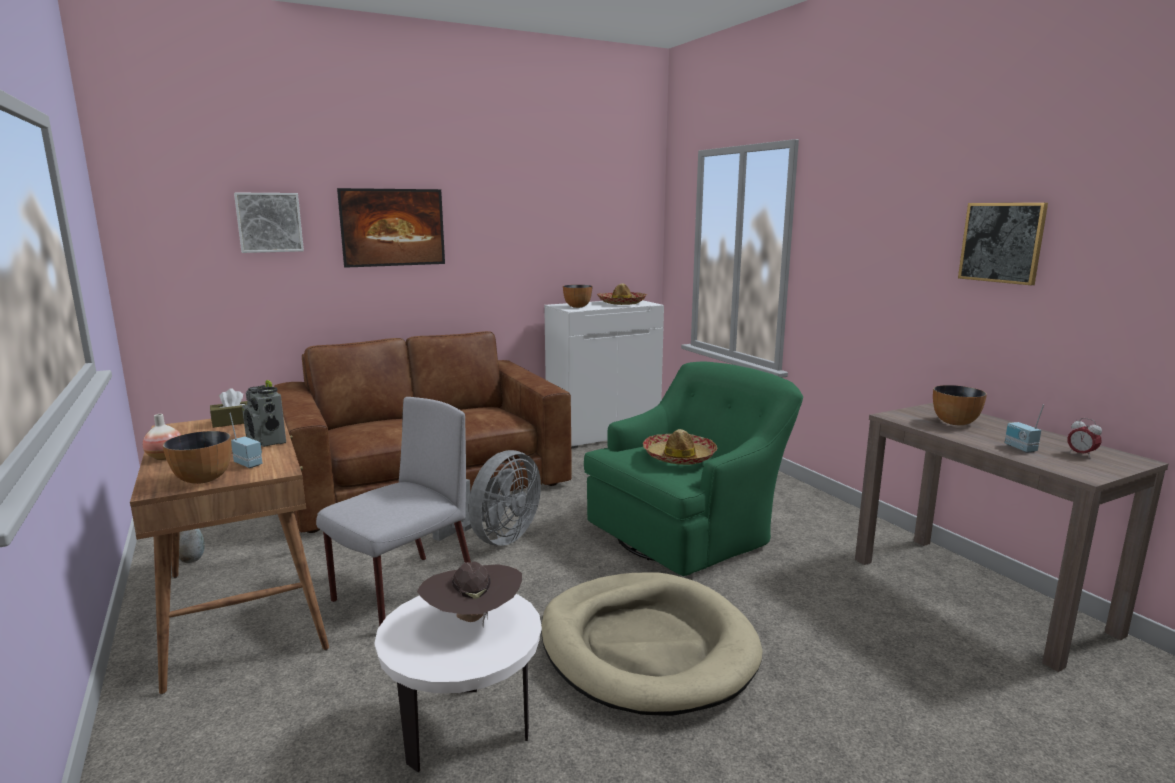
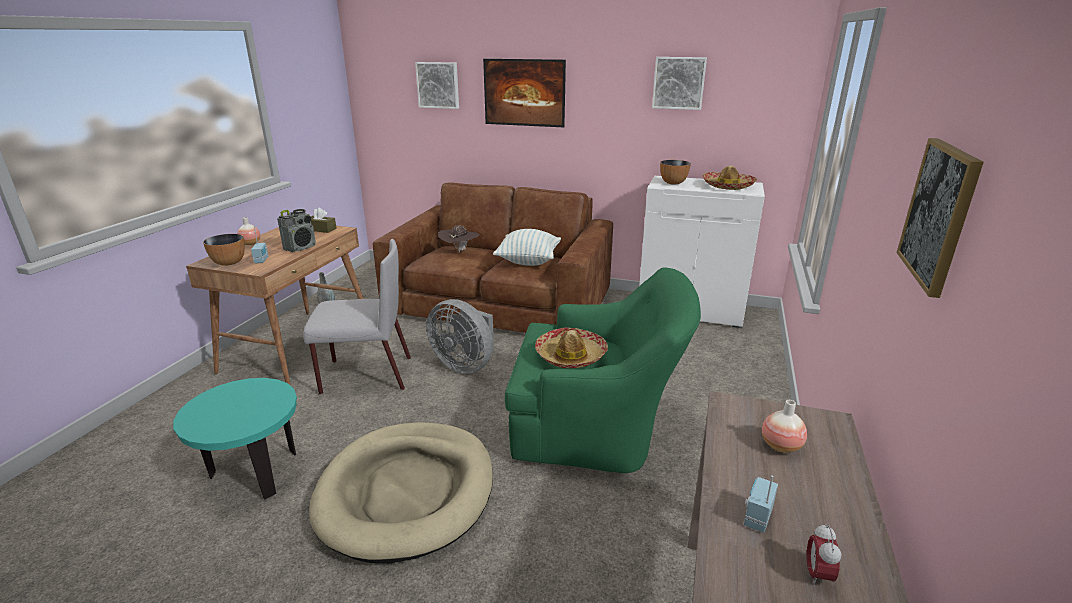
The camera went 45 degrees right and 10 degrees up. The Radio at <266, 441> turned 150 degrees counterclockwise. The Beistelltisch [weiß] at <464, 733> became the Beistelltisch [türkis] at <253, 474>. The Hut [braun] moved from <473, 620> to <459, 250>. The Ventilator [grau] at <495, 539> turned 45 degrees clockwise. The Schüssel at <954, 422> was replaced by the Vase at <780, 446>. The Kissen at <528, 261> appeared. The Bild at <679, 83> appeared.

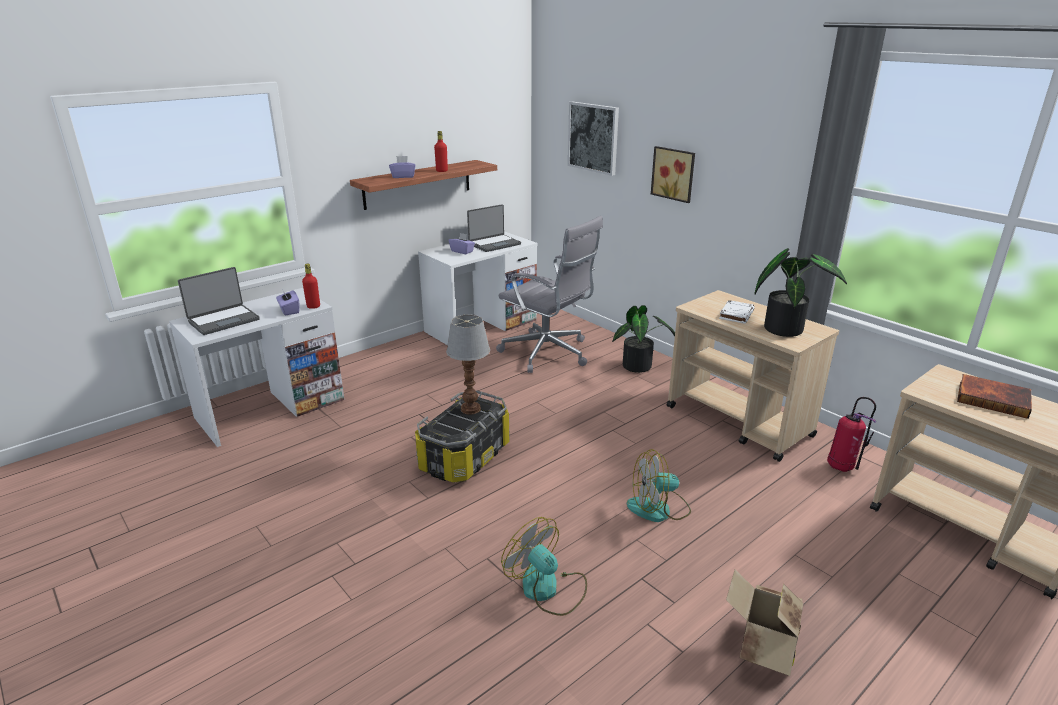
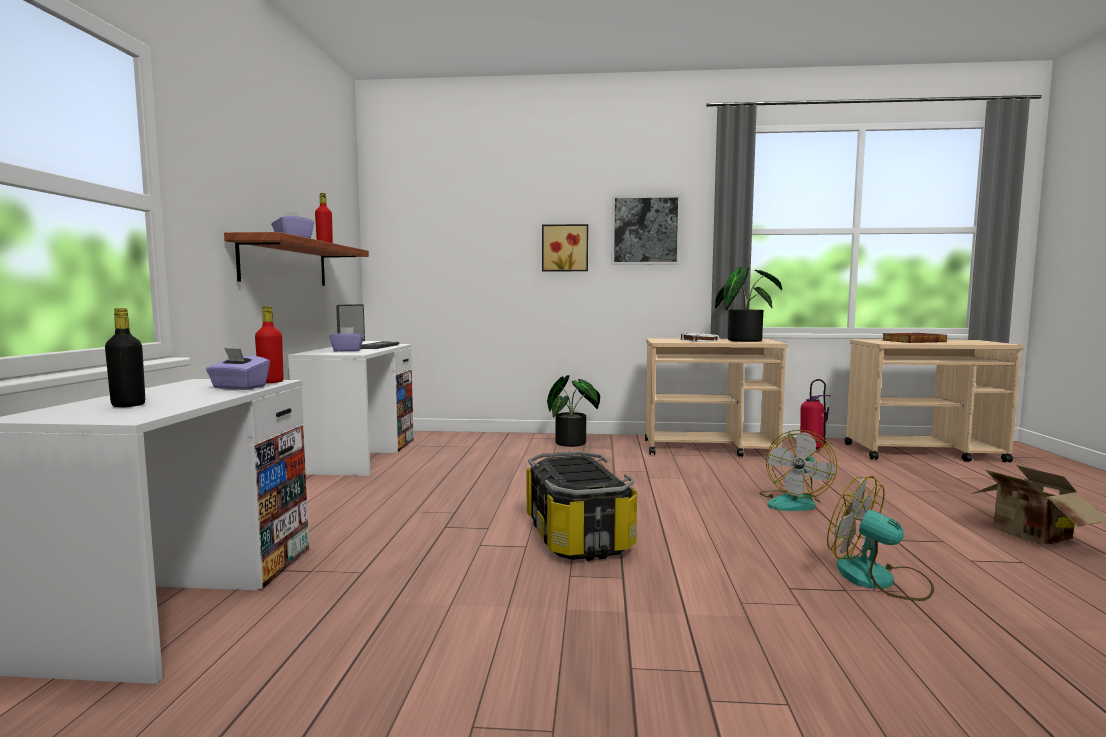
The camera went 45 degrees left and 20 degrees down. The Laptop at <223, 320> was replaced by the Flasche [schwarz] at <128, 405>. The Tischlampe at <471, 409> disappeared. The Bürostuhl [grau] at <548, 353> disappeared. The Ventilator at <547, 589> turned 45 degrees clockwise. The Bild moved from <593, 137> to <645, 230>.

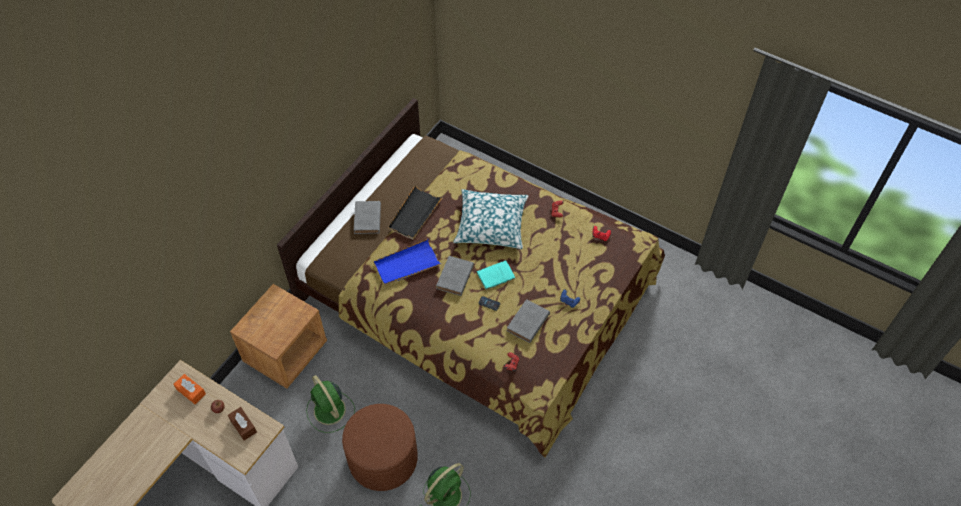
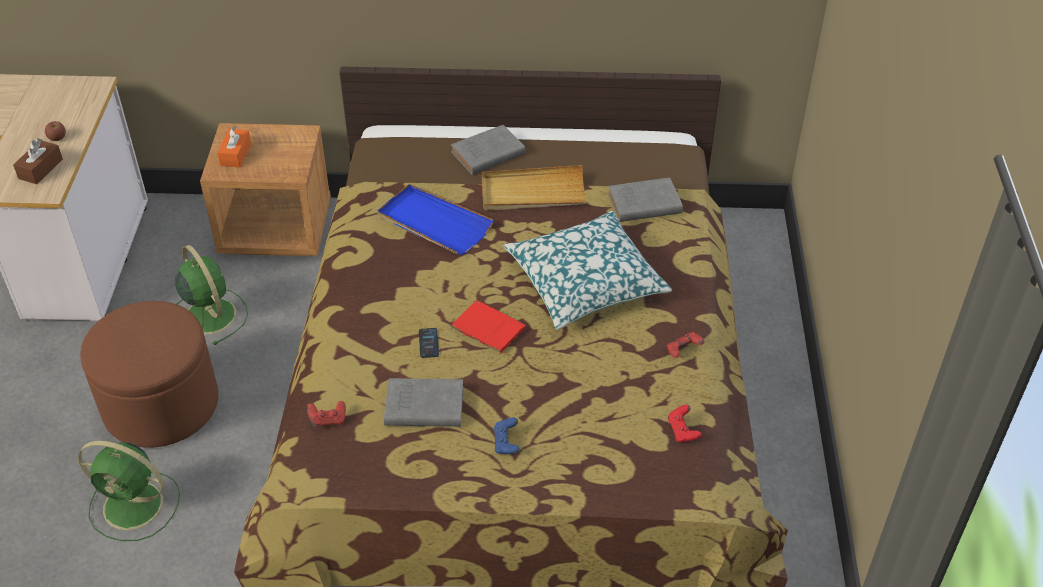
The camera went 60 degrees right and 10 degrees down. The Taschentuchbox [orange] moved from <191, 391> to <235, 154>. The Ventilator [grün] at <330, 411> turned 120 degrees clockwise. The Tablett [schwarz] at <415, 214> became the Tablett [beige] at <533, 192>. The Buch [grau] moved from <454, 278> to <642, 204>. The Buch [türkis] at <495, 276> became the Buch [rot] at <486, 328>.

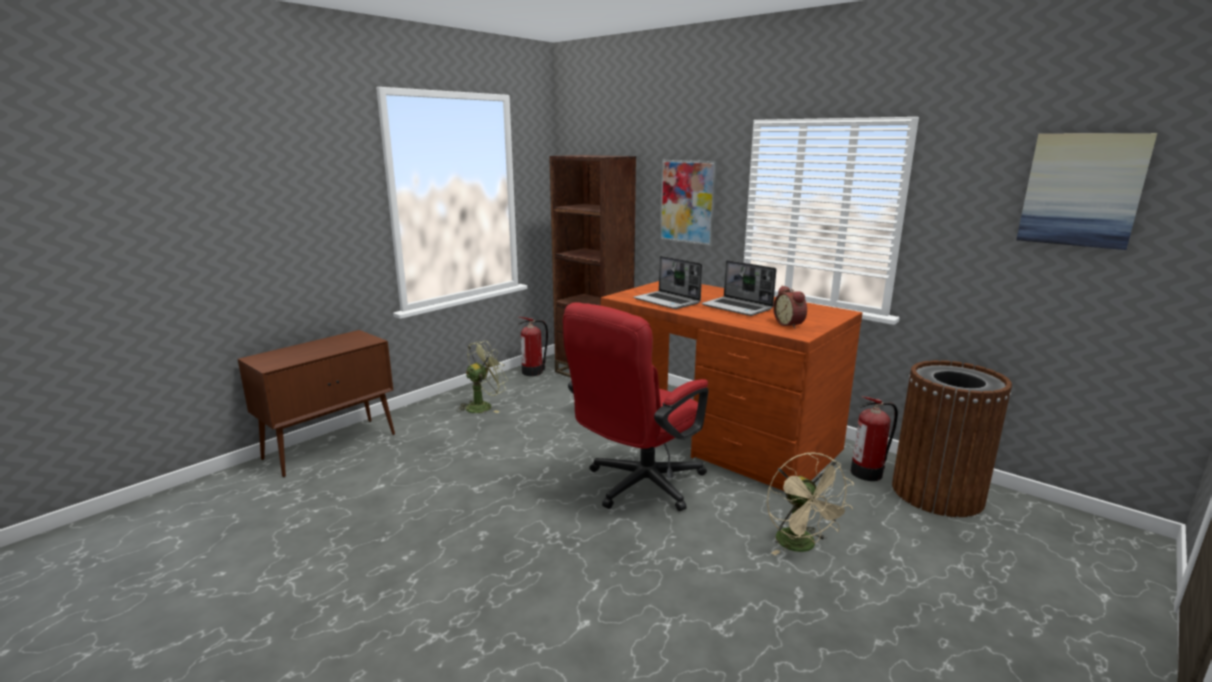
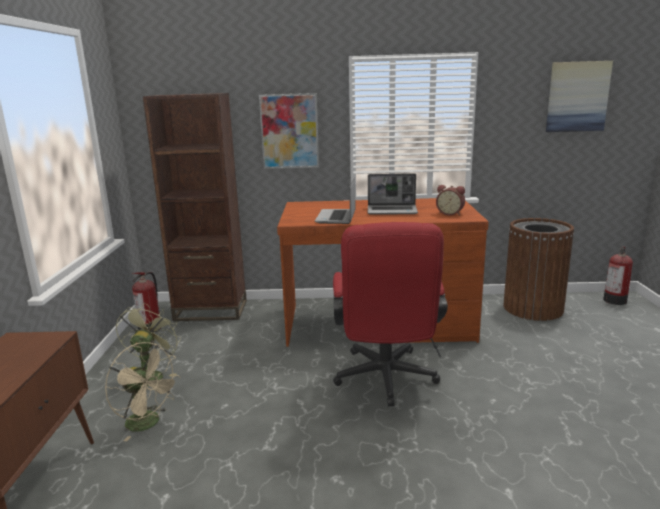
The camera went 40 degrees left and 0 degrees up. The Laptop at <667, 301> turned 90 degrees clockwise. The Ventilator [beige] moved from <801, 546> to <148, 424>. The Feuerlöscher moved from <868, 473> to <615, 300>.

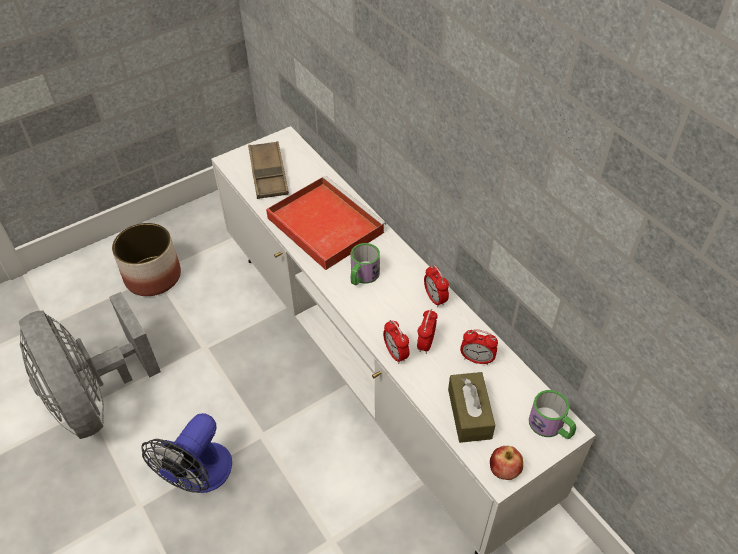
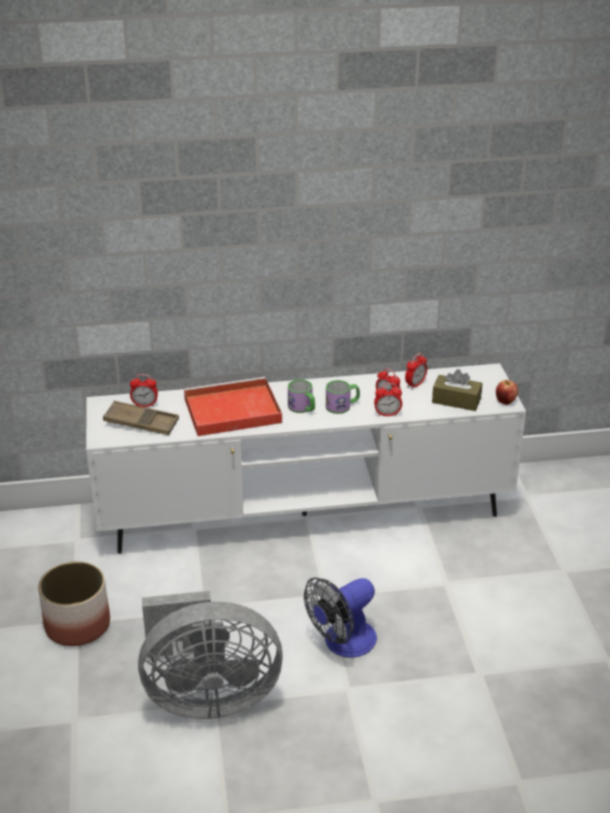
The camera went 65 degrees left and 15 degrees down. The Ventilator at <199, 476> turned 90 degrees clockwise. The Wecker moved from <435, 298> to <145, 405>. The Henkelbecher moved from <550, 426> to <342, 406>.

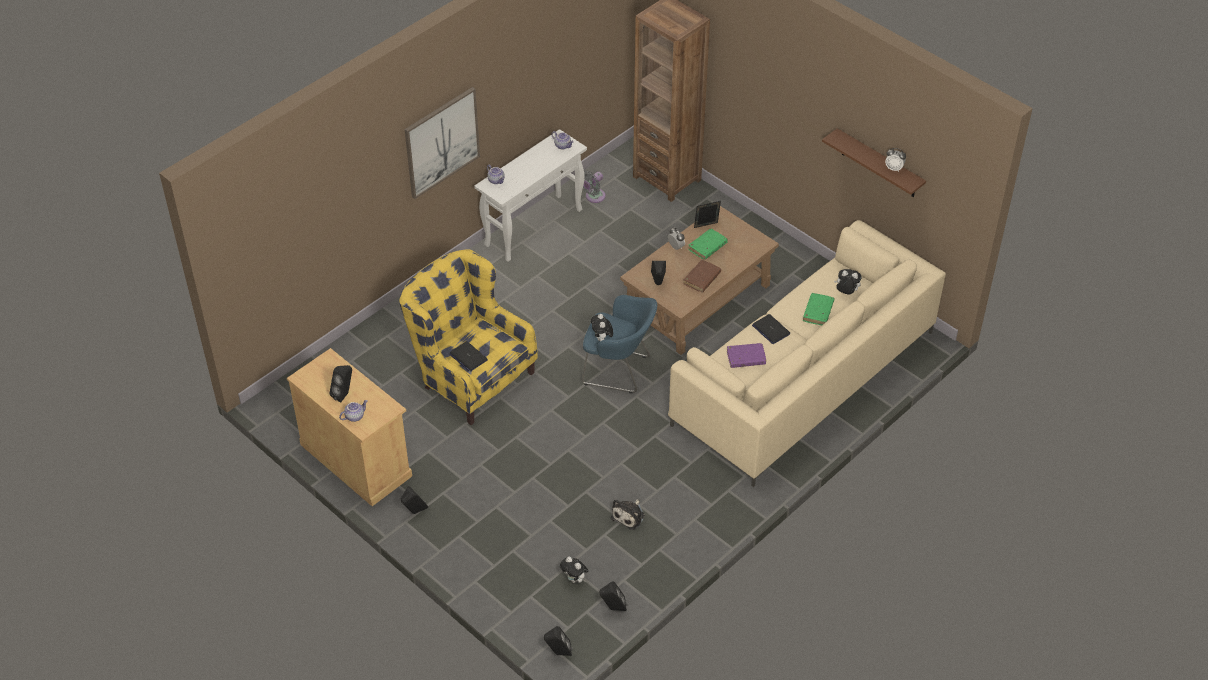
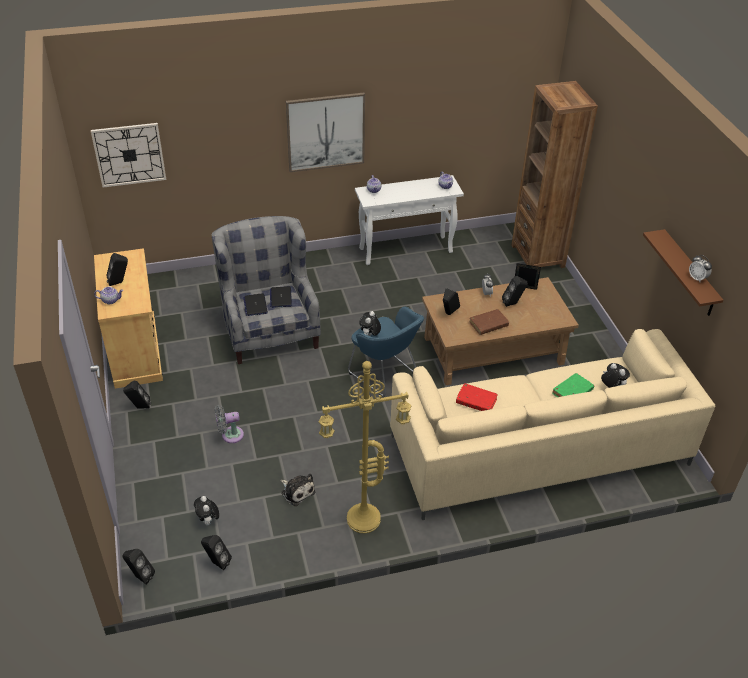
The camera went 30 degrees right and 5 degrees down. The Sessel [gelb] at <470, 375> became the Sessel [grau] at <269, 329>. The Ventilator [grau] moved from <593, 197> to <230, 435>. The Plüschtier at <629, 515> turned 105 degrees counterclockwise. The Buch [grün] at <707, 247> was replaced by the Lautsprecher [schwarz] at <513, 303>. The Buch [lila] at <746, 358> became the Buch [rot] at <476, 401>. The Laptop moved from <771, 330> to <280, 297>. The Wanduhr at <129, 154> appeared. The Stehlampe [gelb] at <362, 521> appeared.

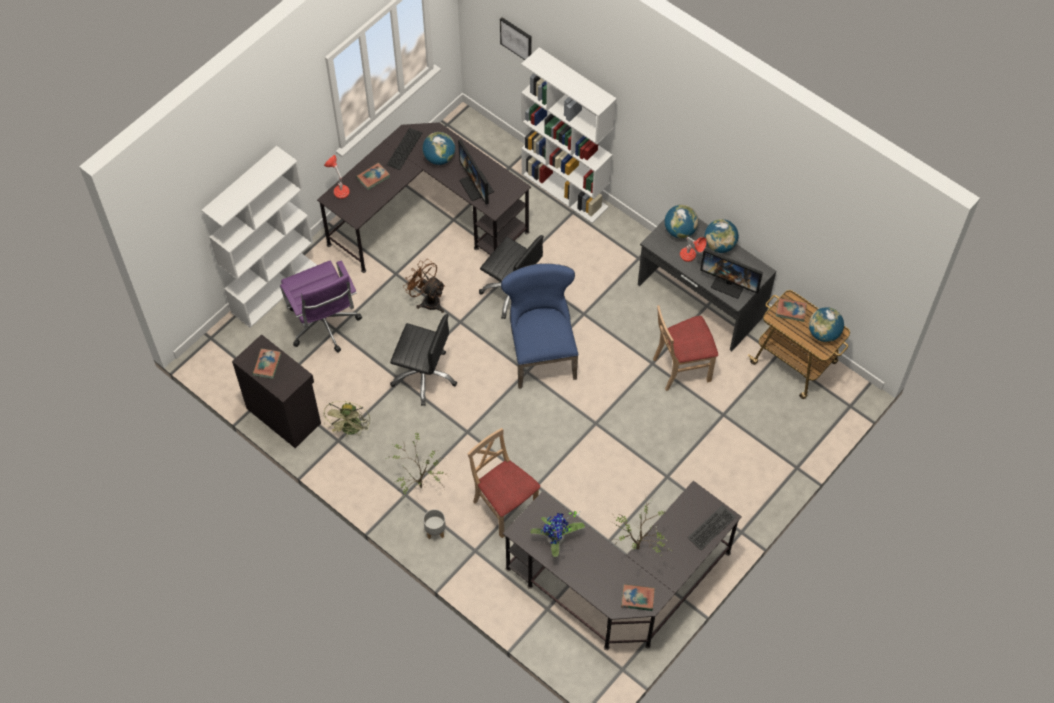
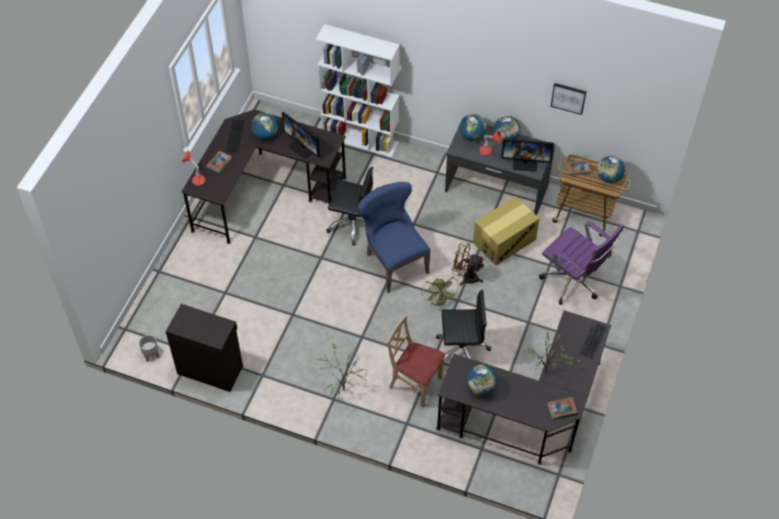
The camera went 20 degrees left and 5 degrees down. The Bücherregal [weiß] at <274, 288> disappeared. The Buch at <267, 364> disappeared. The Bürostuhl [lila] moved from <325, 326> to <573, 283>. The Ventilator [grün] moved from <351, 430> to <440, 302>. The Bürostuhl [schwarz] moved from <424, 375> to <461, 350>. The Ventilator [braun] moved from <427, 300> to <466, 277>. The Pflanzkübel [grau] moved from <435, 531> to <151, 354>. The Bild moved from <516, 39> to <568, 98>. The Topfpflanze at <556, 541> was replaced by the Globus at <481, 387>. The Stuhl [beige] at <681, 368> was replaced by the Karton at <504, 241>.

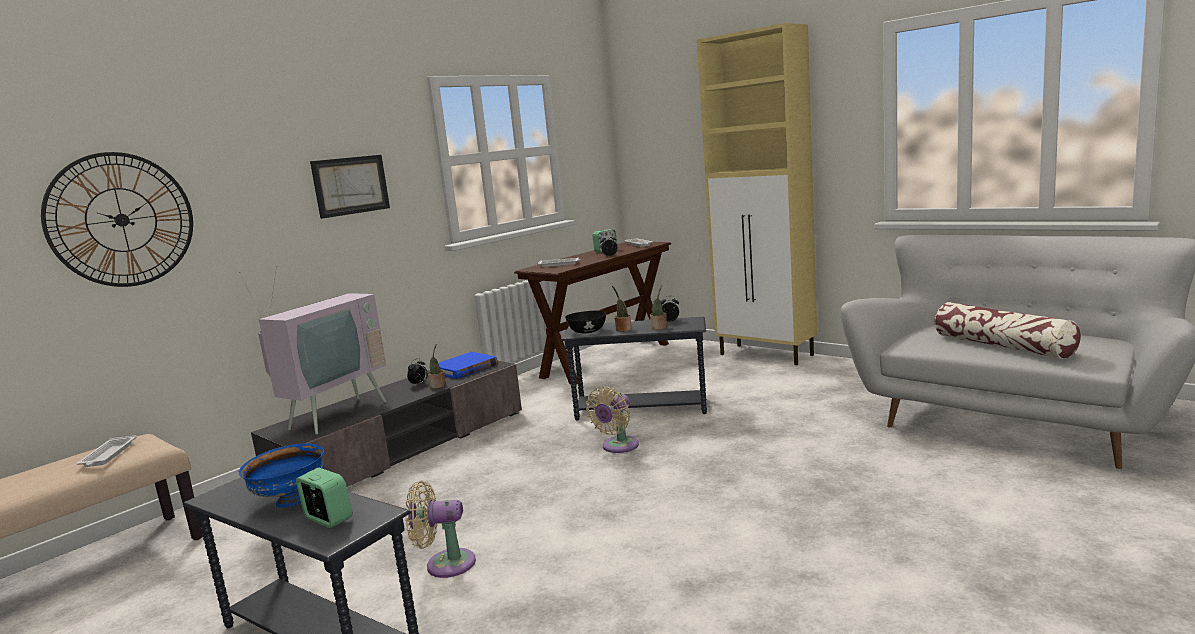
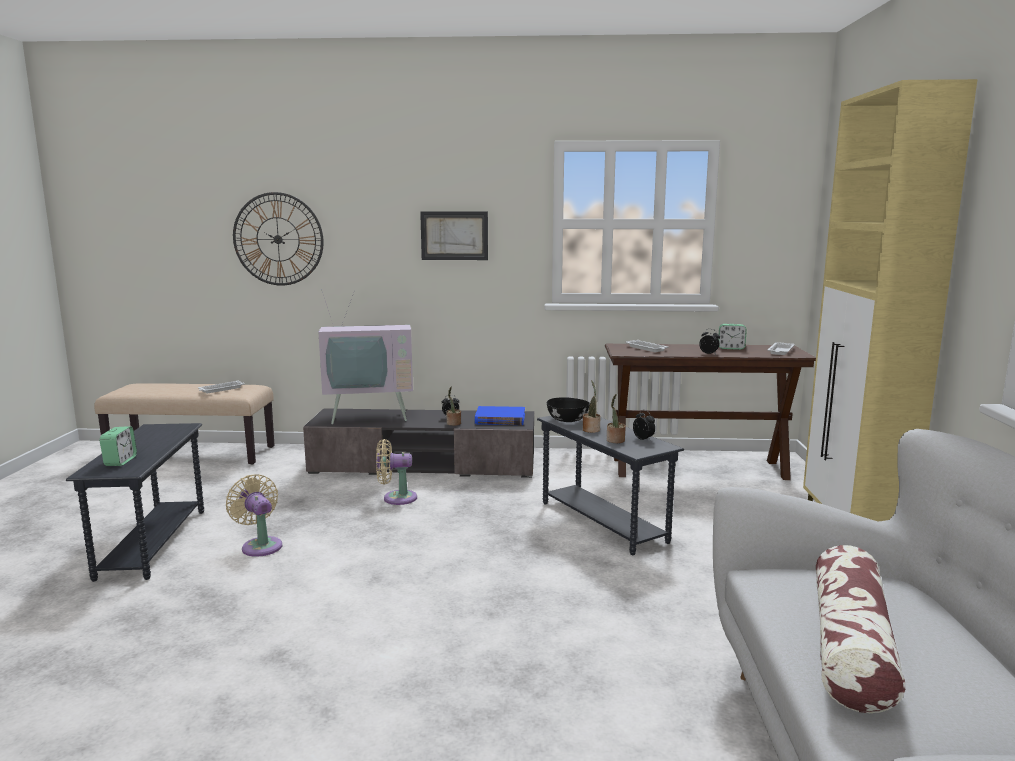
The camera went 50 degrees right and 0 degrees up. The Schüssel [blau] at <290, 501> disappeared. The Ventilator [beige] moved from <618, 447> to <396, 498>.

